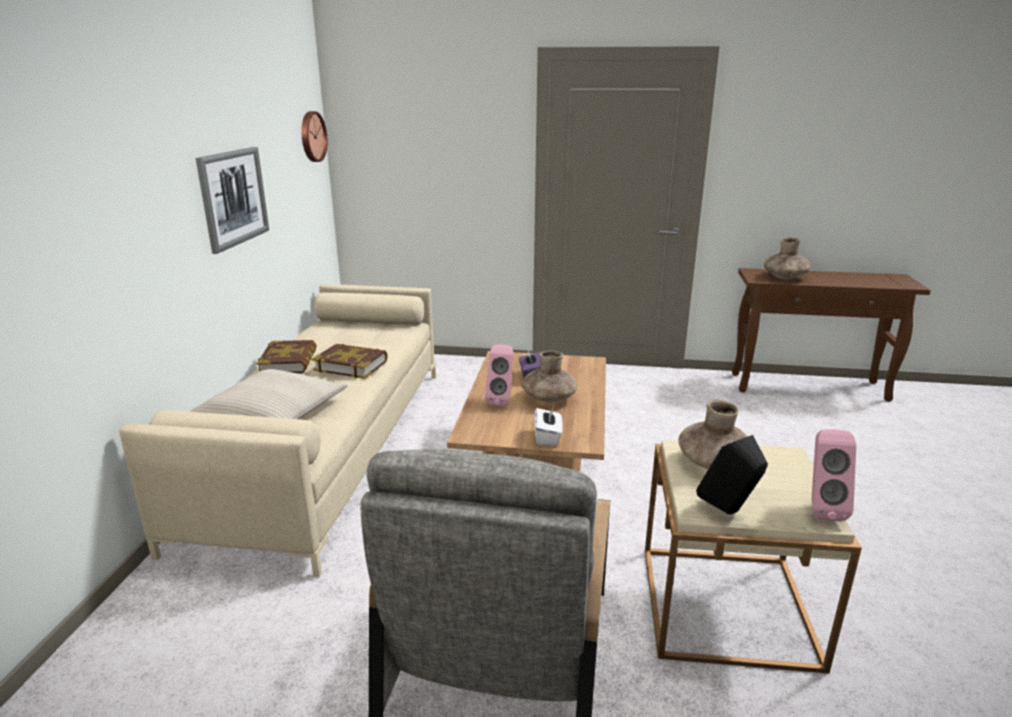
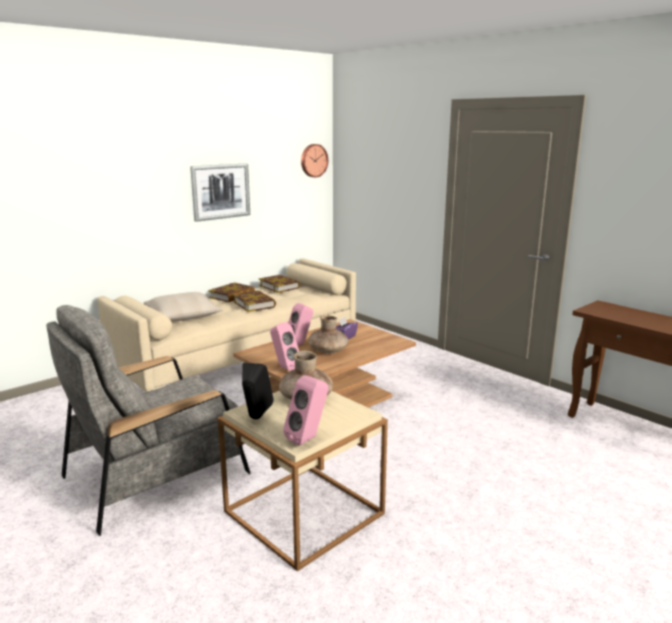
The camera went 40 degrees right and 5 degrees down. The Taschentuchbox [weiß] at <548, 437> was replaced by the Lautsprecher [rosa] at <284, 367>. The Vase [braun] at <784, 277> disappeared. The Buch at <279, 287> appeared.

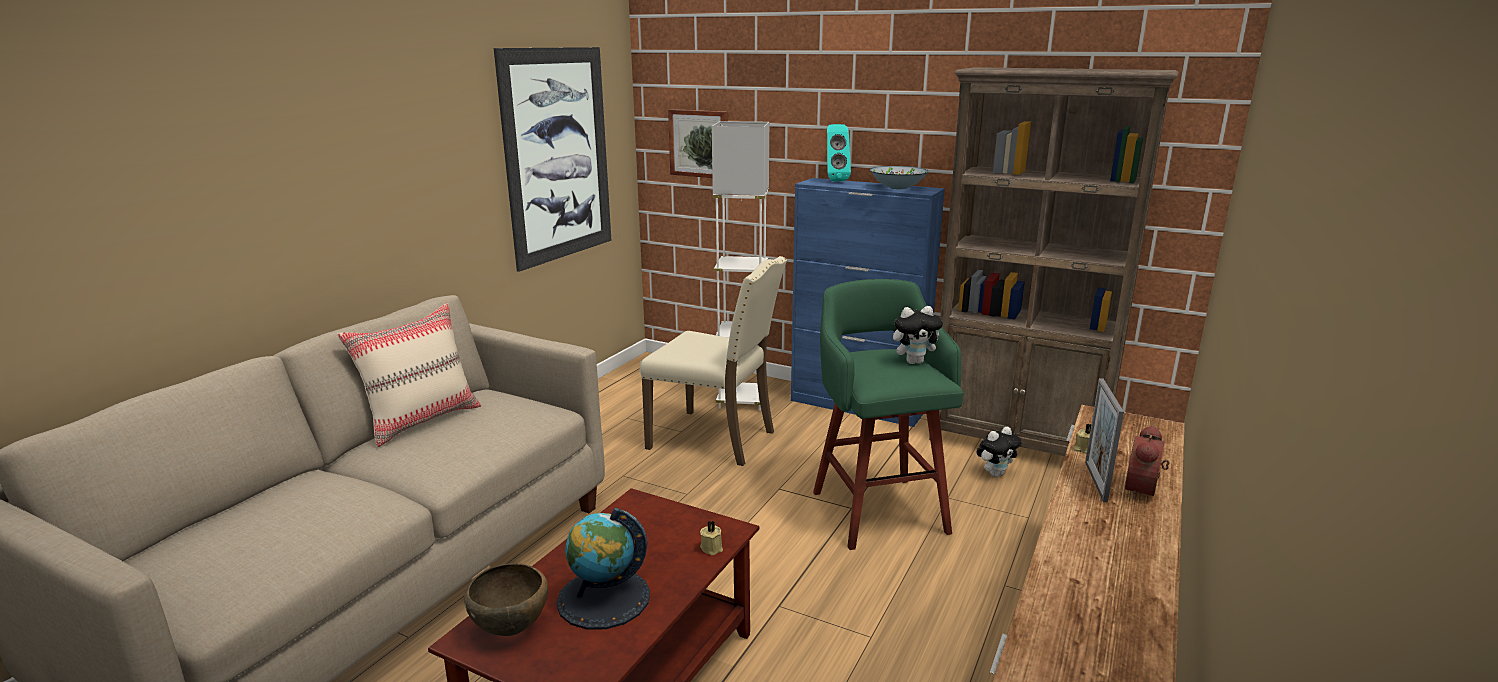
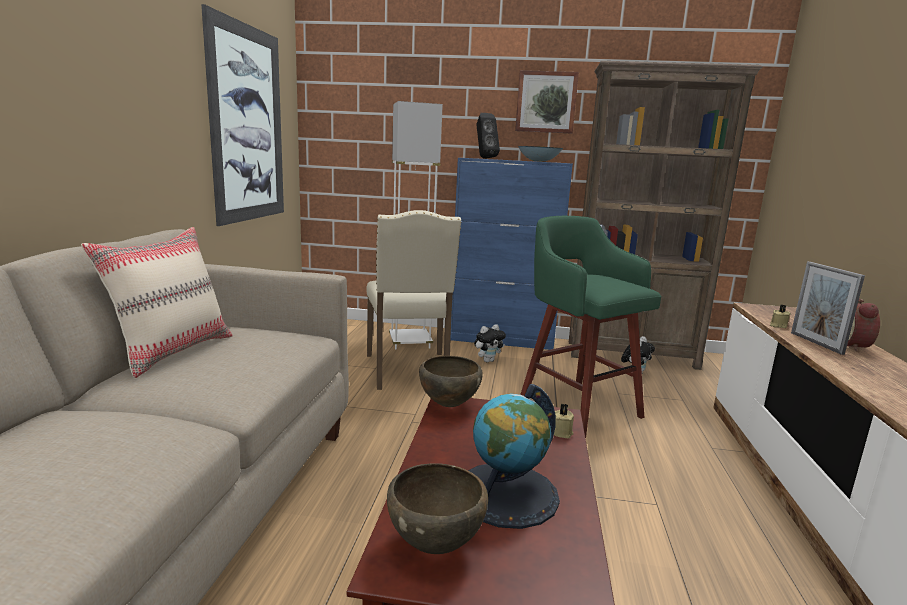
The camera went 20 degrees left and 5 degrees down. The Stuhl [beige] at <715, 439> turned 75 degrees clockwise. The Bild moved from <699, 143> to <546, 102>. The Lautsprecher [türkis] at <835, 181> became the Lautsprecher [schwarz] at <484, 158>. The Plüschtier moved from <914, 362> to <488, 360>. The Schüssel [braun] at <448, 405> appeared.

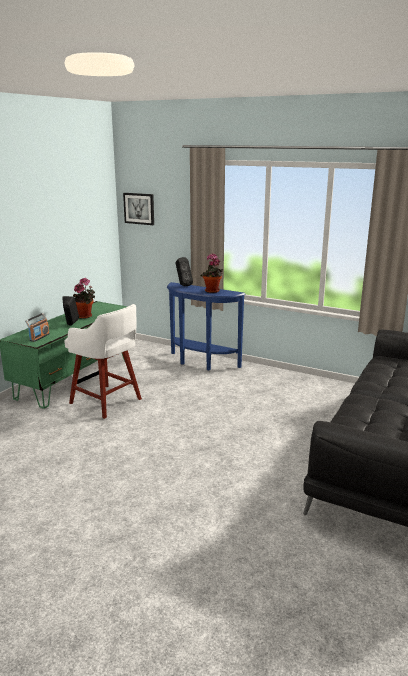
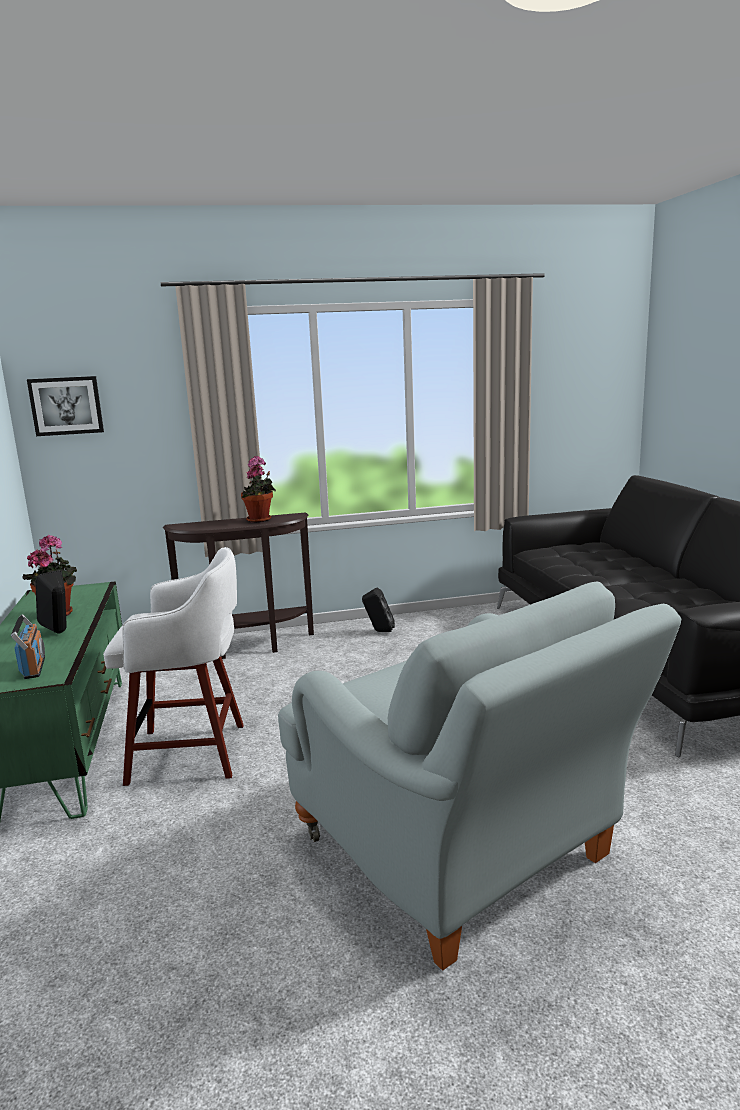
The camera went 40 degrees left and 5 degrees down. The Konsolentisch [blau] at <201, 363> became the Konsolentisch [braun] at <249, 647>. The Lautsprecher [schwarz] moved from <183, 285> to <379, 631>. The Sessel [grau] at <463, 856> appeared.

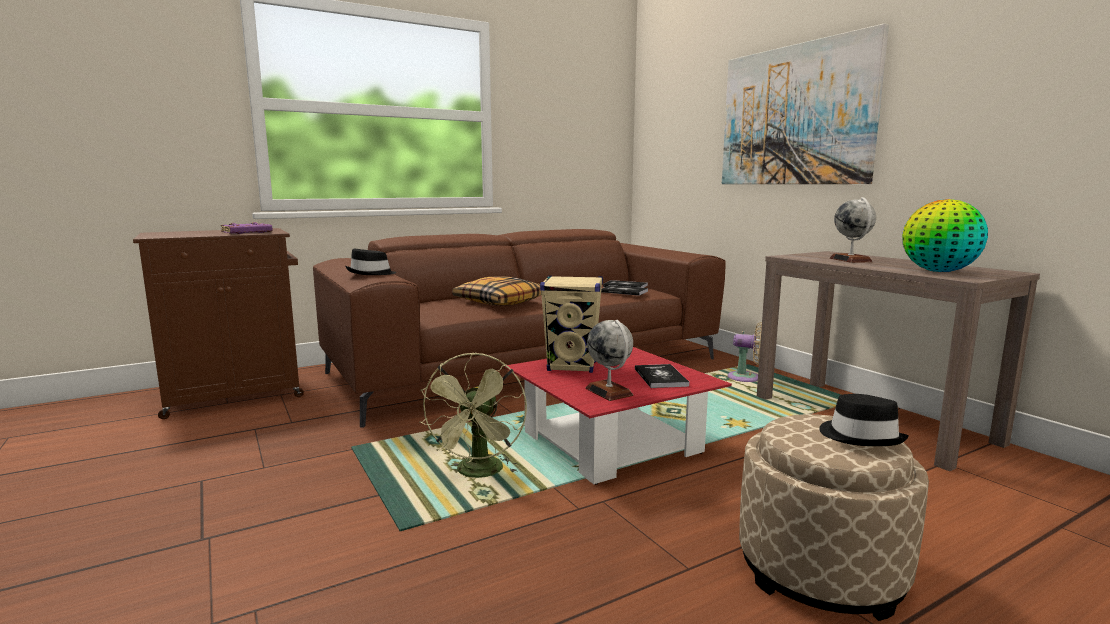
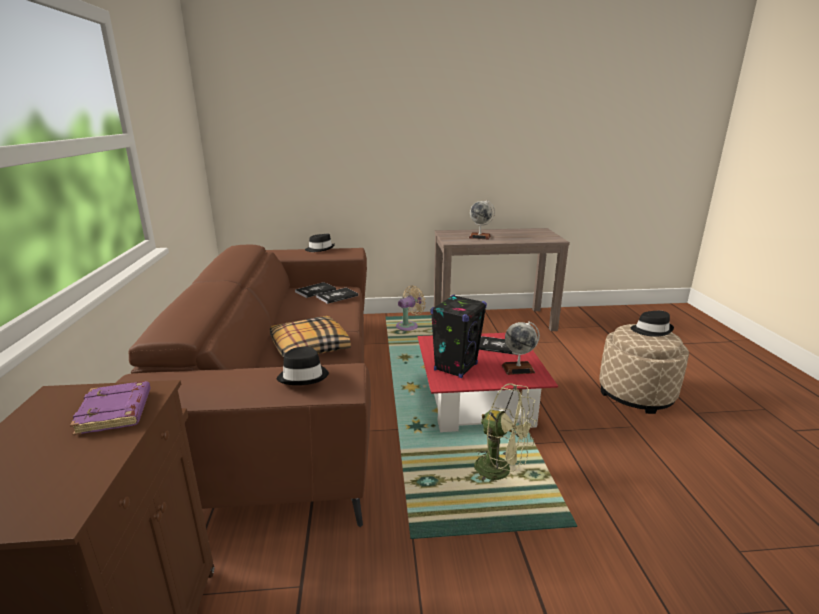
The camera went 65 degrees left and 10 degrees up. The Lautsprecher [beige] at <572, 366> became the Lautsprecher [schwarz] at <456, 367>. The Bild at <795, 115> disappeared. The Globus at <939, 272> disappeared. The Hut [schwarz] at <320, 249> appeared.

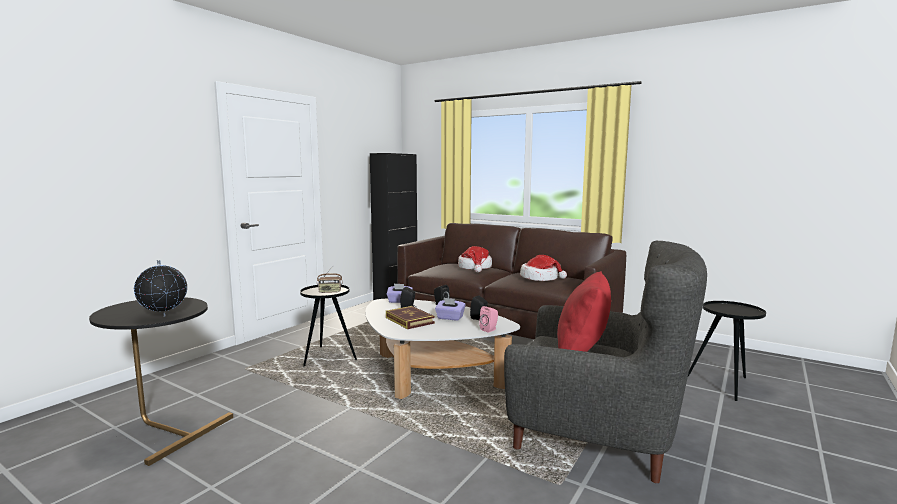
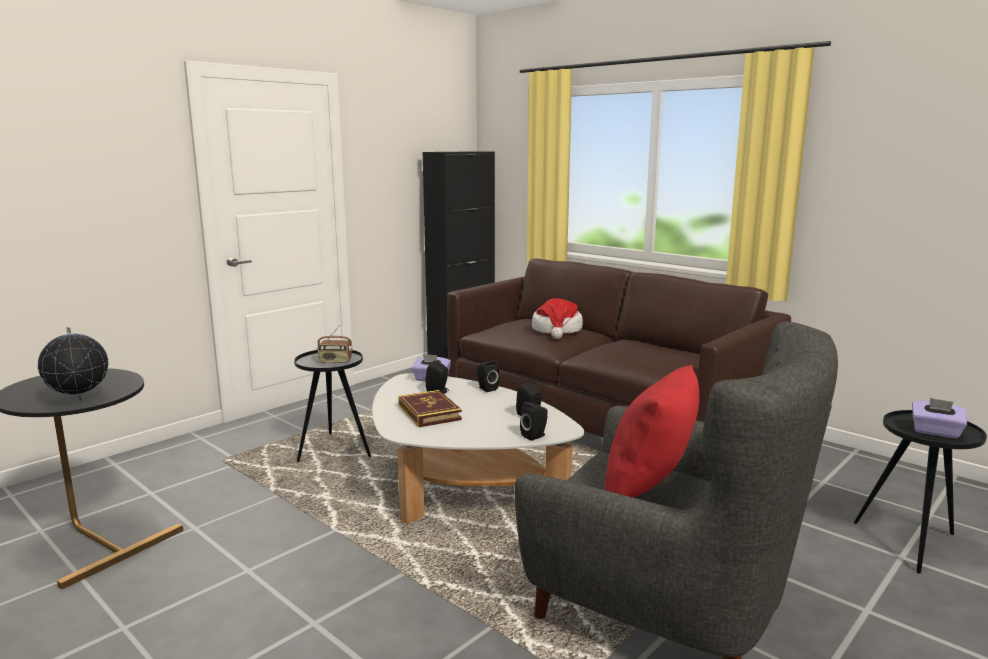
The camera went 10 degrees right and 5 degrees up. The Taschentuchbox [lila] moved from <450, 318> to <935, 432>. The Lautsprecher [rosa] at <489, 329> became the Lautsprecher [schwarz] at <535, 436>. The Hut at <540, 278> disappeared.

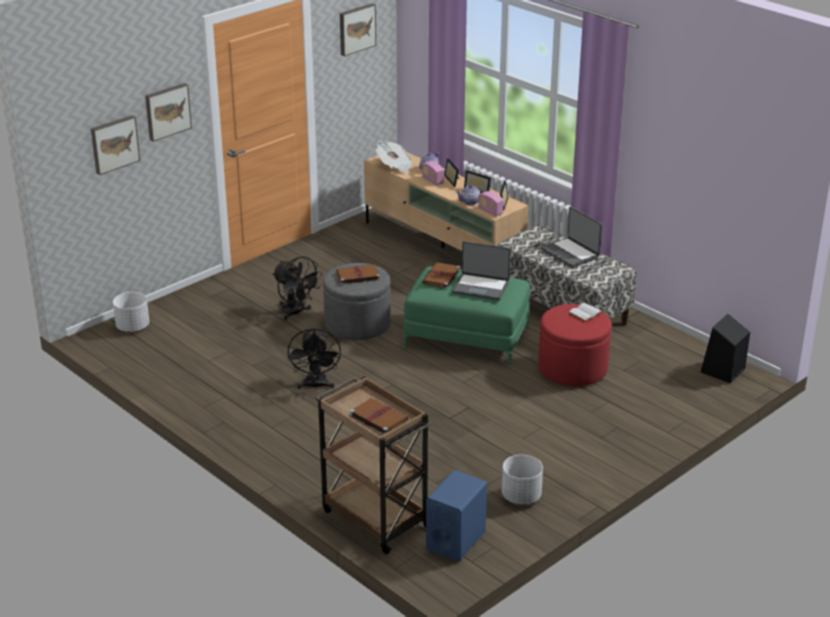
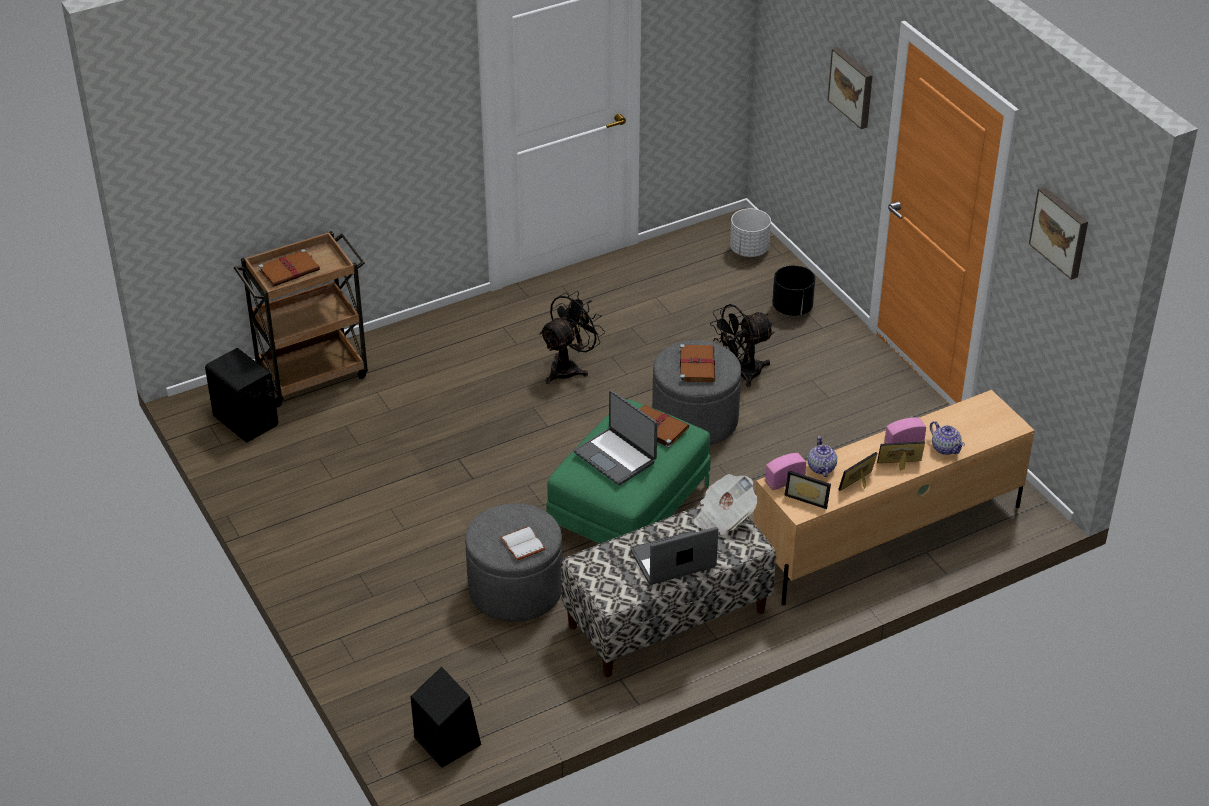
The camera went 105 degrees right and 10 degrees up. The Bild at <114, 144> disappeared. The Ventilator [schwarz] at <316, 386> turned 120 degrees clockwise. The Zeitung moved from <395, 166> to <724, 517>. The Lautsprecher [blau] at <456, 540> became the Lautsprecher [schwarz] at <246, 421>. The Laptop at <481, 287> turned 75 degrees counterclockwise. The Pflanzkübel [weiß] at <521, 496> disappeared. The Polsterhocker [rot] at <572, 368> became the Polsterhocker [grau] at <515, 589>. The Pflanzkübel [schwarz] at <792, 308> appeared.

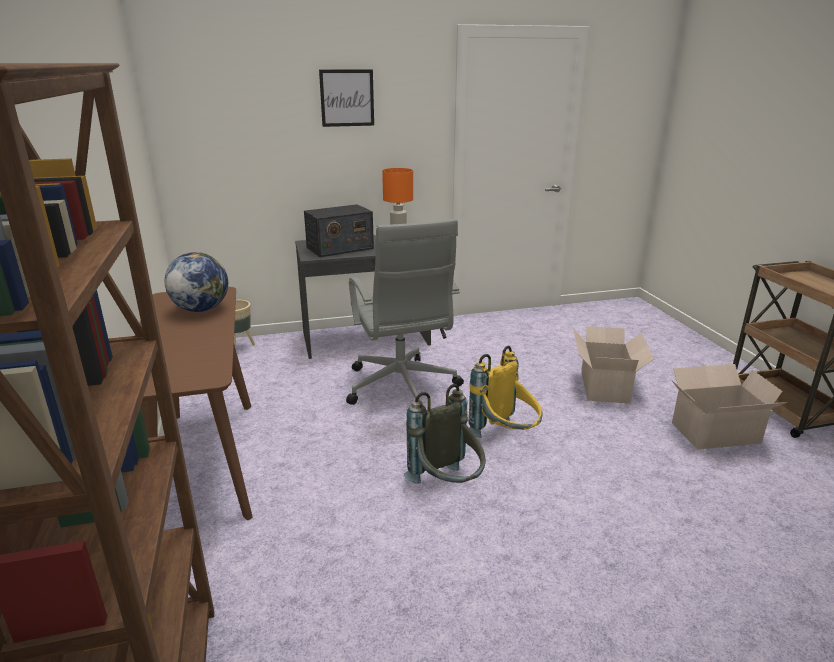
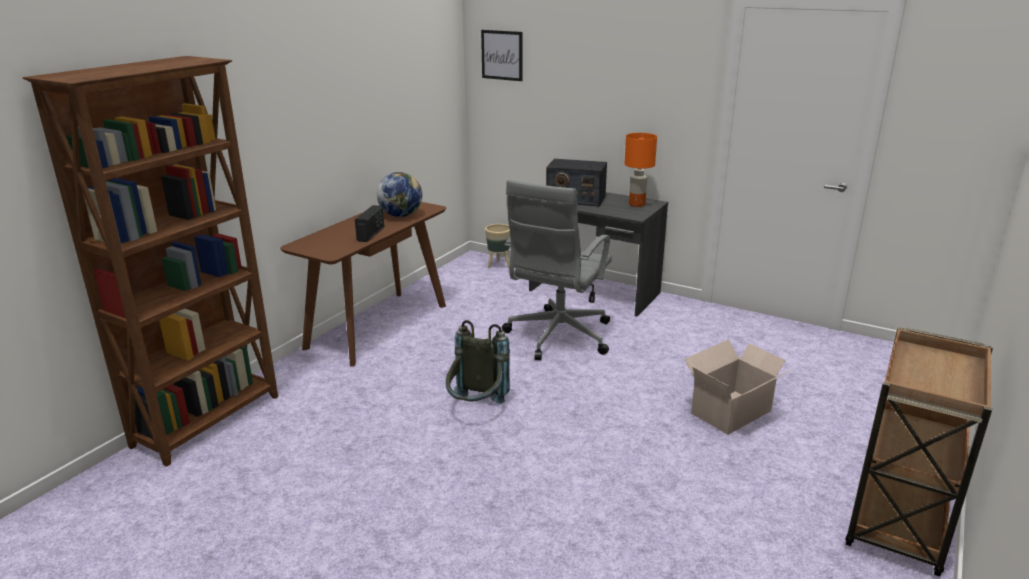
The camera went 45 degrees right and 0 degrees up. The Bild moved from <347, 98> to <502, 55>. The Rucksack [gelb] at <505, 438> disappeared. The Karton at <712, 433> disappeared. The Radio at <371, 234> appeared.

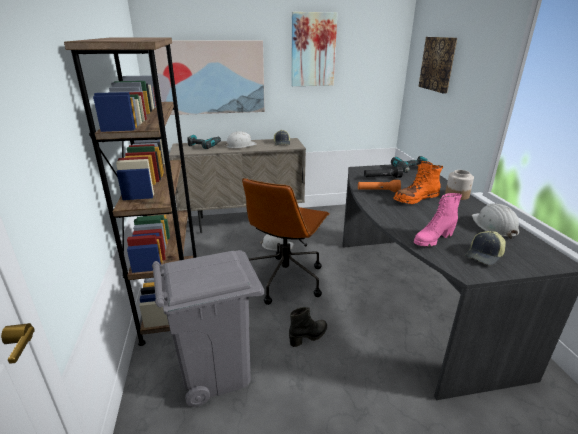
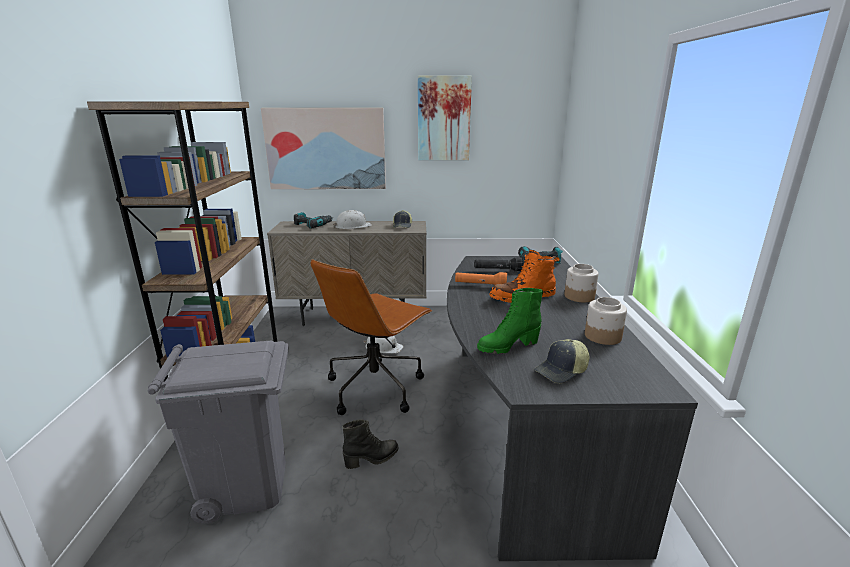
The camera went 10 degrees right and 5 degrees down. The Stiefel [rosa] at <433, 239> became the Stiefel [grün] at <507, 346>. The Bild at <438, 64> disappeared. The Schutzhelm [weiß] at <494, 226> was replaced by the Vorratsglas at <602, 336>.

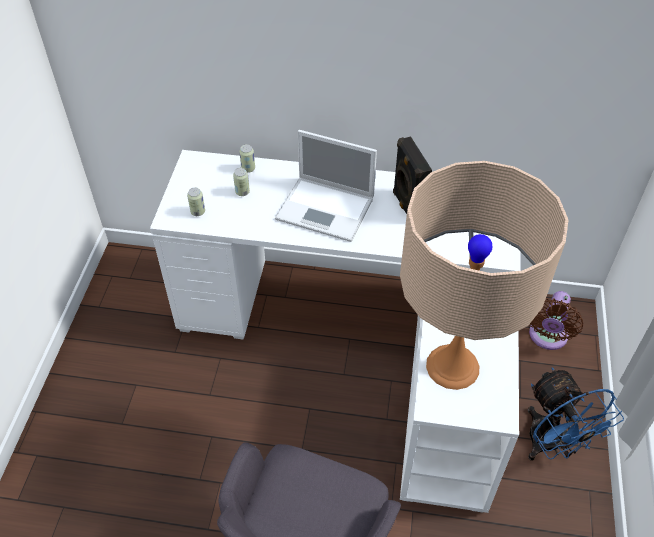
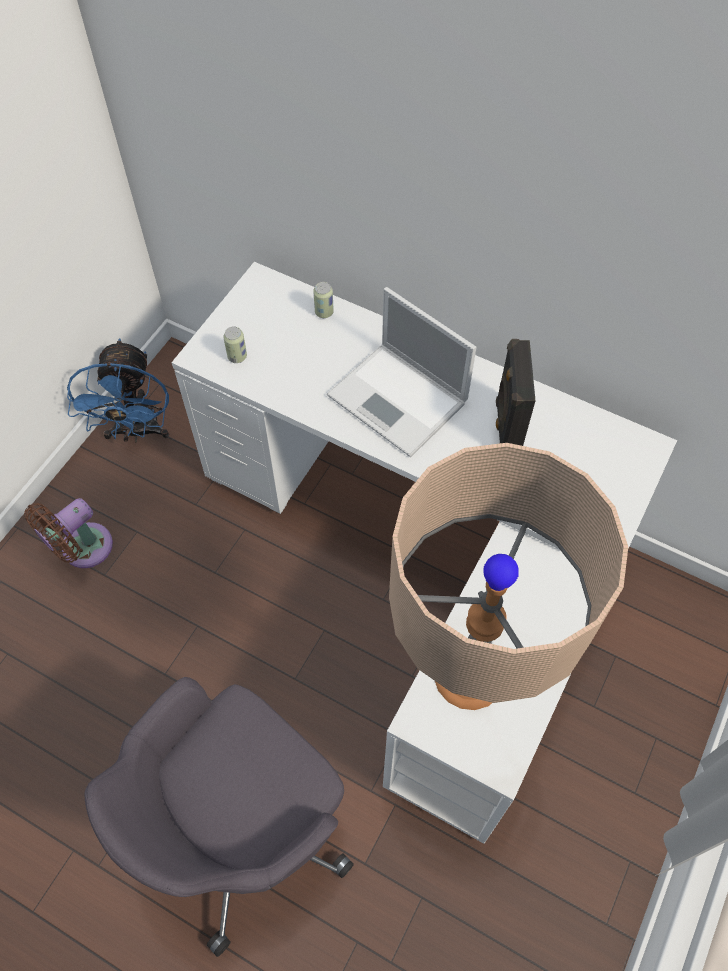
The camera went 20 degrees right and 10 degrees up. The Dose at <242, 192> disappeared. The Ventilator [blau] moved from <552, 445> to <137, 432>. The Ventilator [braun] moved from <547, 337> to <82, 549>.

